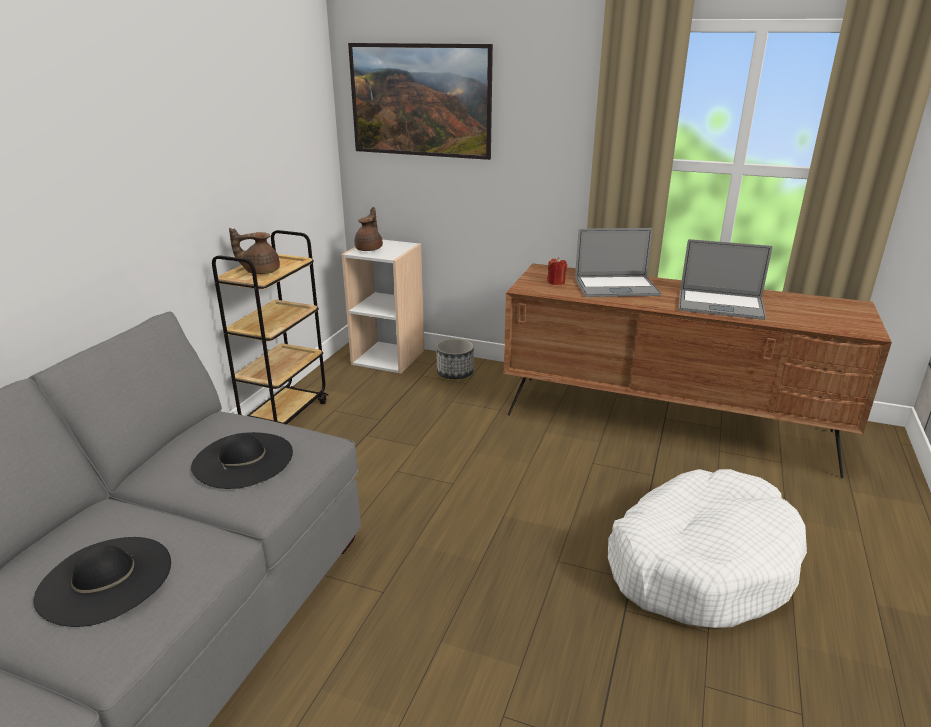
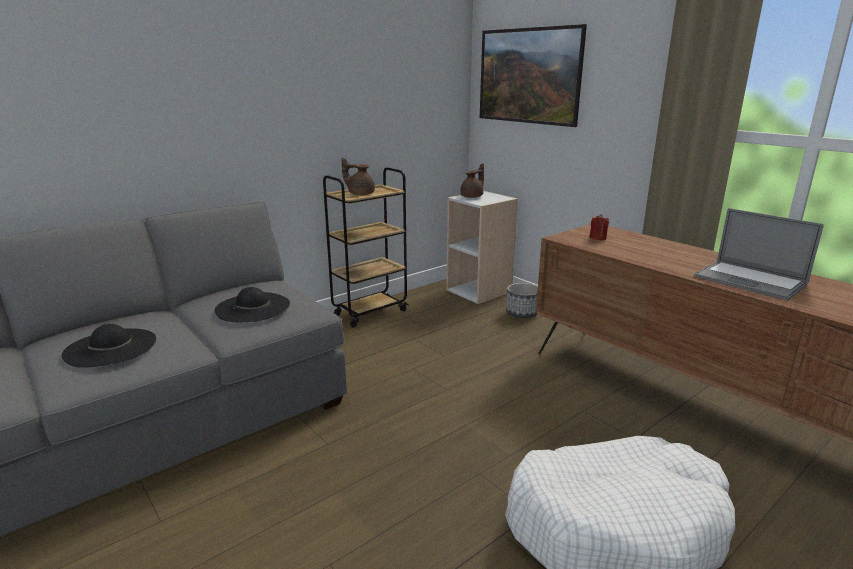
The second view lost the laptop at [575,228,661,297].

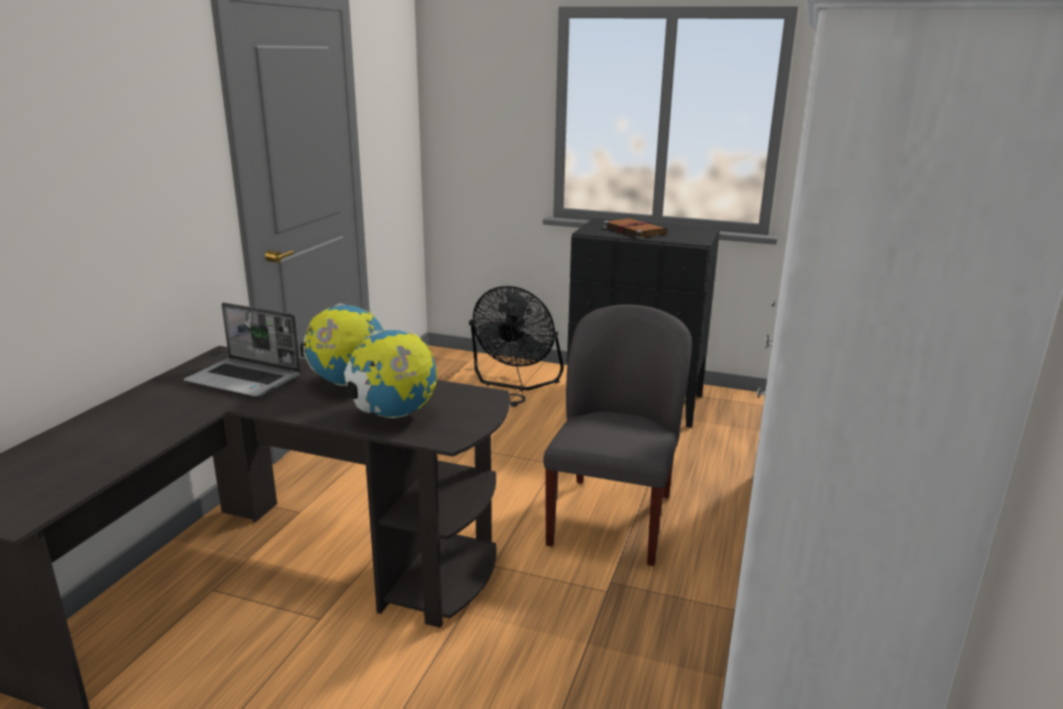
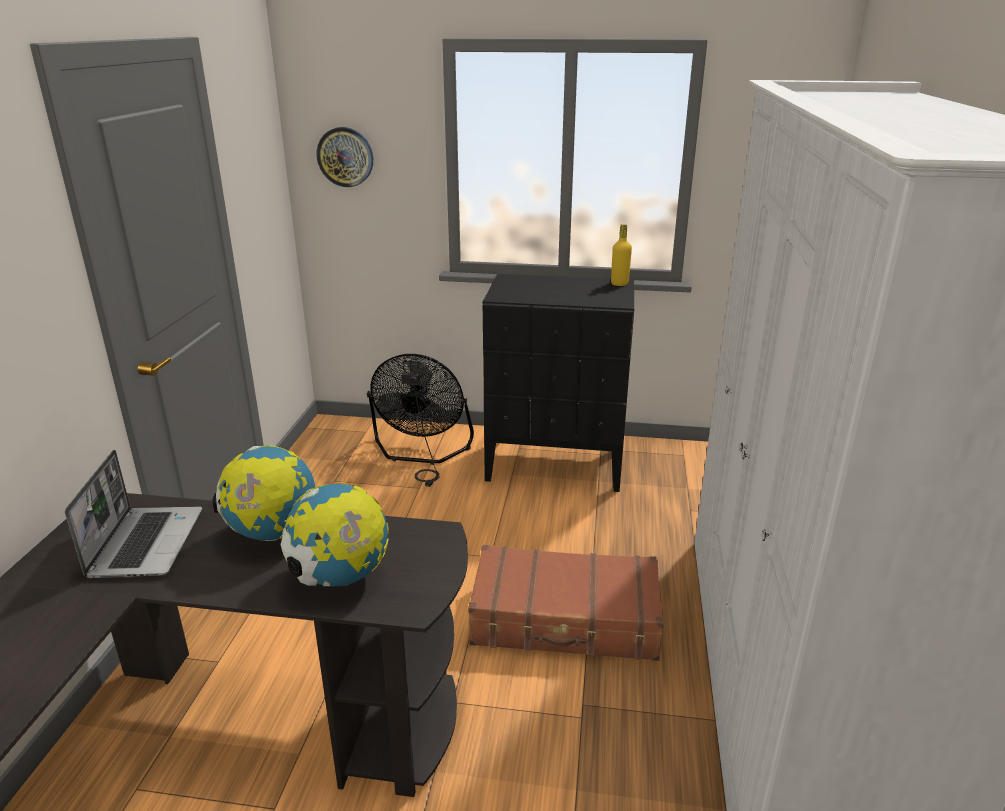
The laptop at [184,303,301,397] ended up facing another way, 105 degrees counterclockwise from before. The second view gained the wall clock at [317,127,373,187]. Where the grey chair stood at [543,304,692,566], the brown suitcase came to stand at [468,545,664,661]. The second view gained the yellow bottle at [611,224,632,286]. The second view lost the brown book at [603,218,668,239].

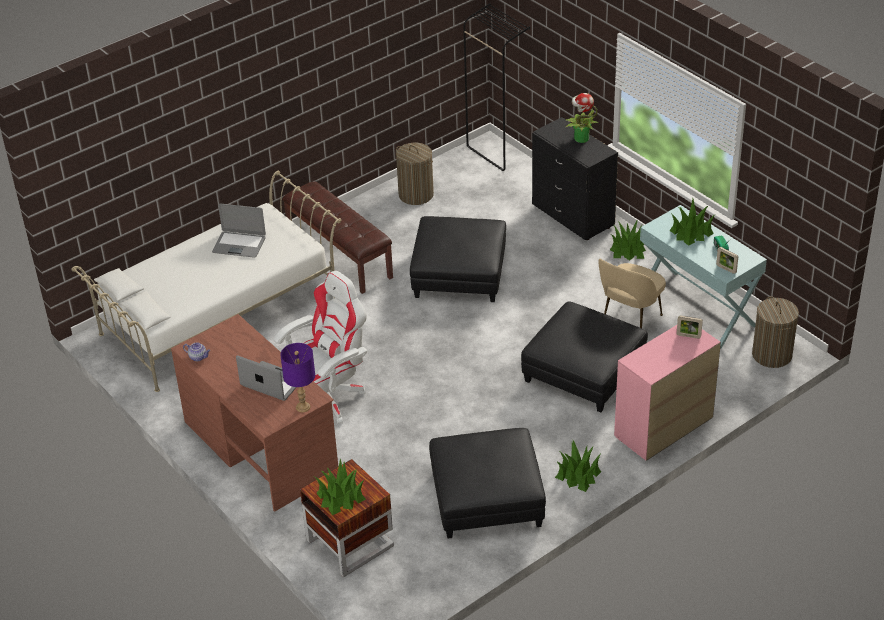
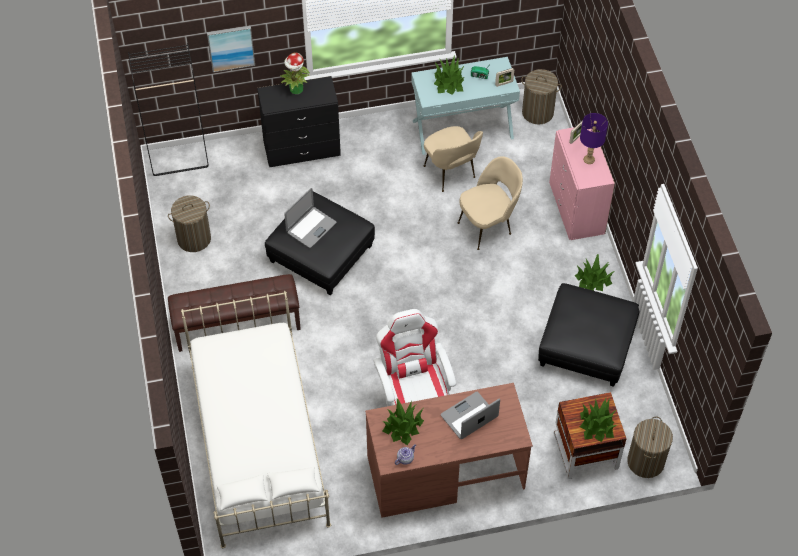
The second view gained the picture at [207,26,255,72]. The laptop ended up elsewhere, having gone from [212,203,266,258] to [284,188,336,248]. The potted plant ended up elsewhere, having gone from [610,219,646,260] to [382,399,424,445]. Where the black ottoman stood at [521,301,648,413], the beige chair came to stand at [458,156,523,250]. The purple table lamp ended up elsewhere, having gone from [280,343,315,412] to [580,113,608,164]. The second view gained the laundry basket at [627,416,673,478].

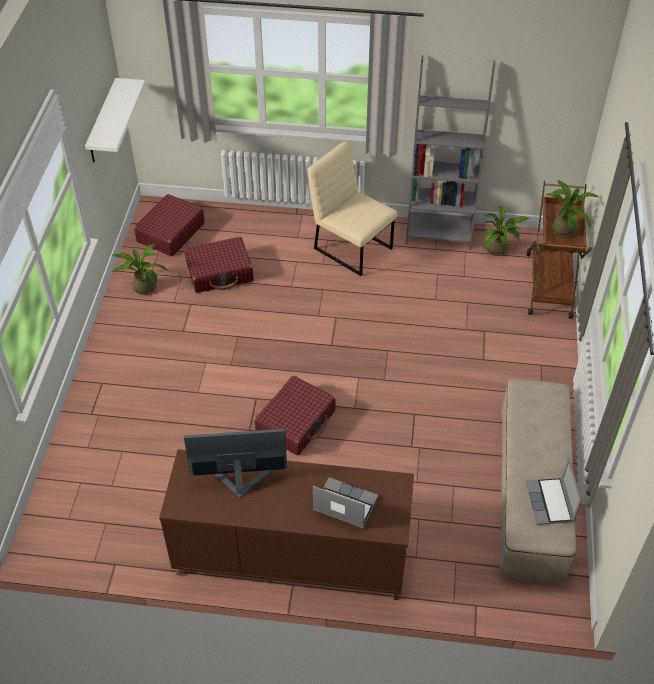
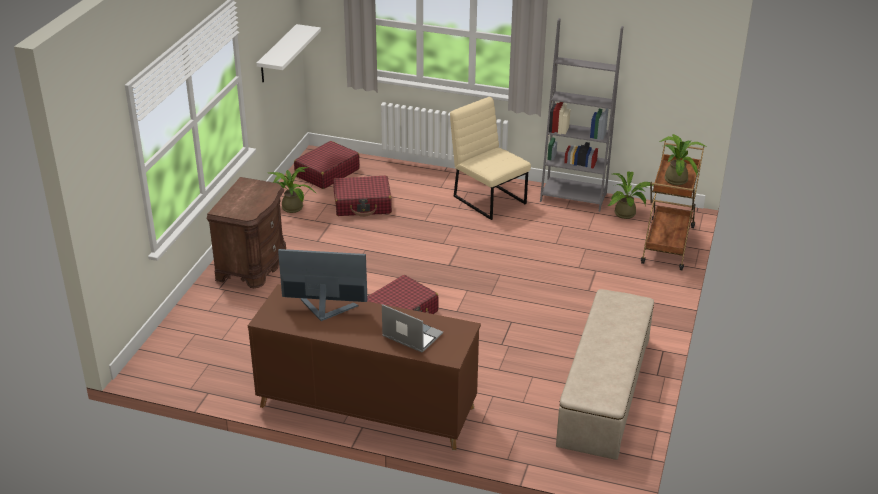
The second view gained the brown nightstand at [207,177,286,288]. The second view lost the laptop at [526,457,582,525].

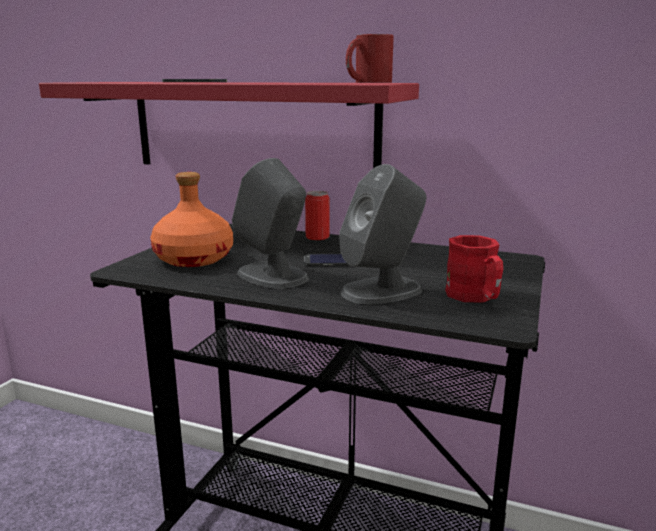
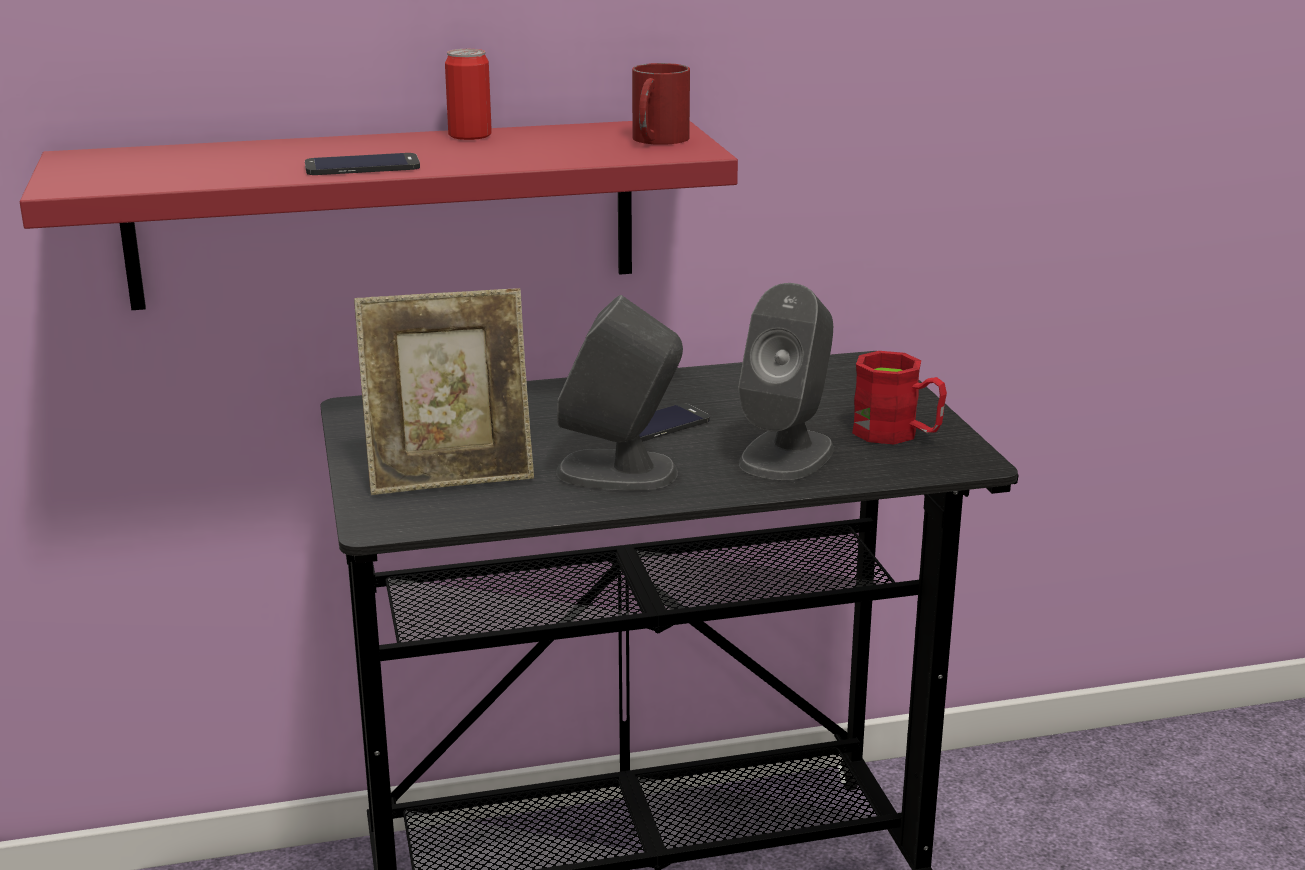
Where the orange bottle stood at [150,172,233,267], the picture frame came to stand at [354,288,534,495]. The can ended up elsewhere, having gone from [305,191,330,240] to [445,49,492,140].

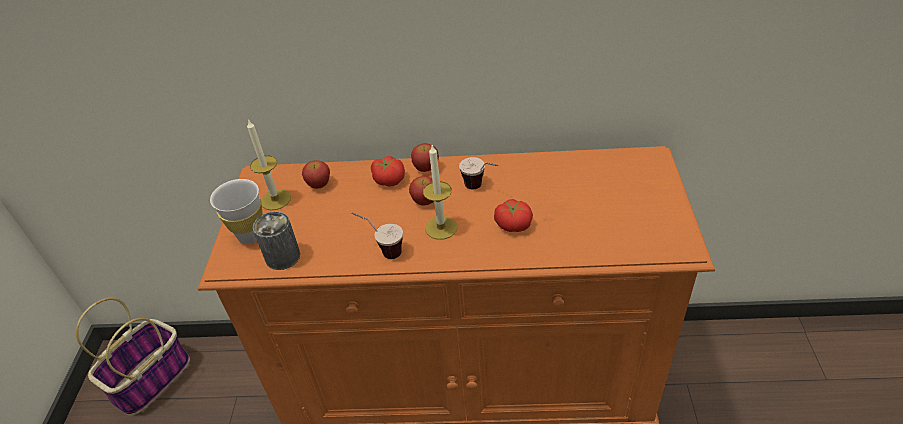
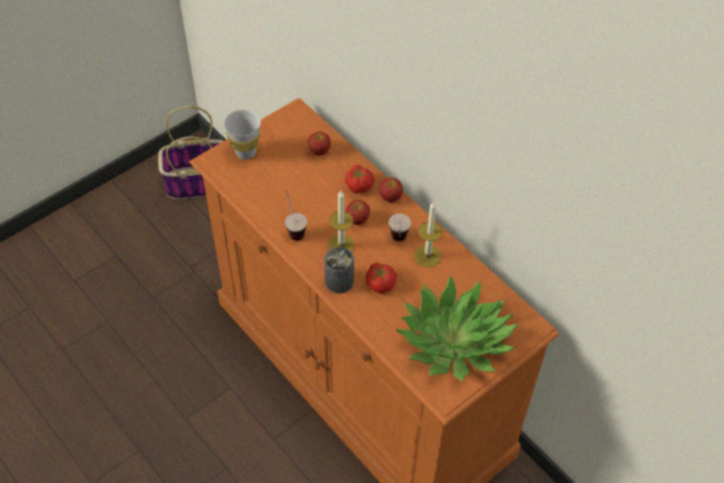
The can ended up elsewhere, having gone from [253,211,300,270] to [324,247,354,294]. The second view gained the potted plant at [395,275,518,381]. The candle ended up elsewhere, having gone from [247,119,291,210] to [414,201,442,267].

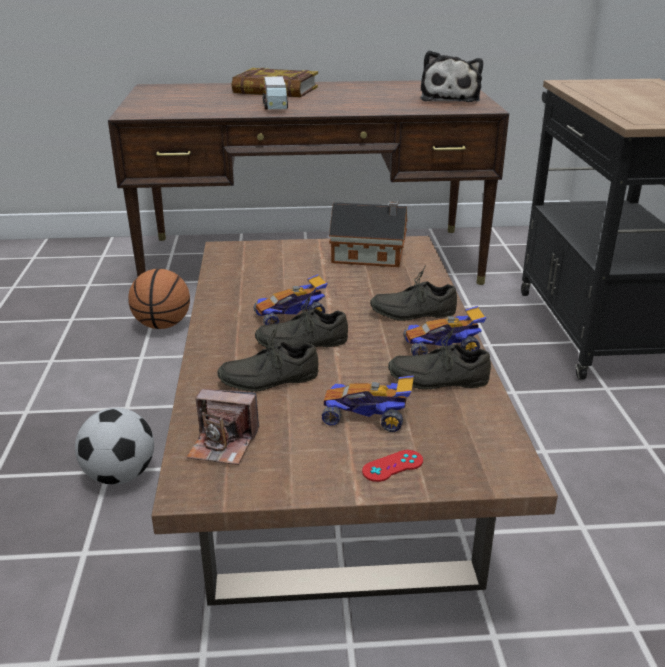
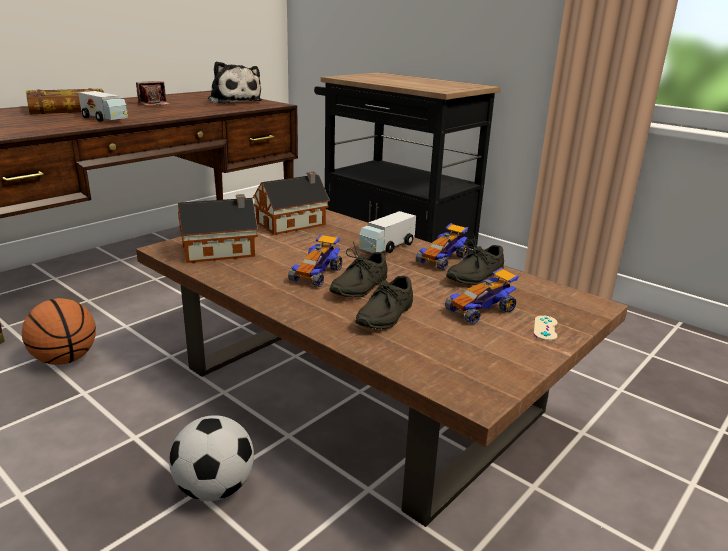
The photo camera ended up elsewhere, having gone from [187,389,259,465] to [136,81,171,106]. The second view gained the toy house at [178,194,258,263]. Where the grey shoe stood at [370,267,457,321], the toy truck came to stand at [359,211,416,253]. What was the red game controller at [362,450,423,482] turned into the beige game controller at [534,315,558,341].

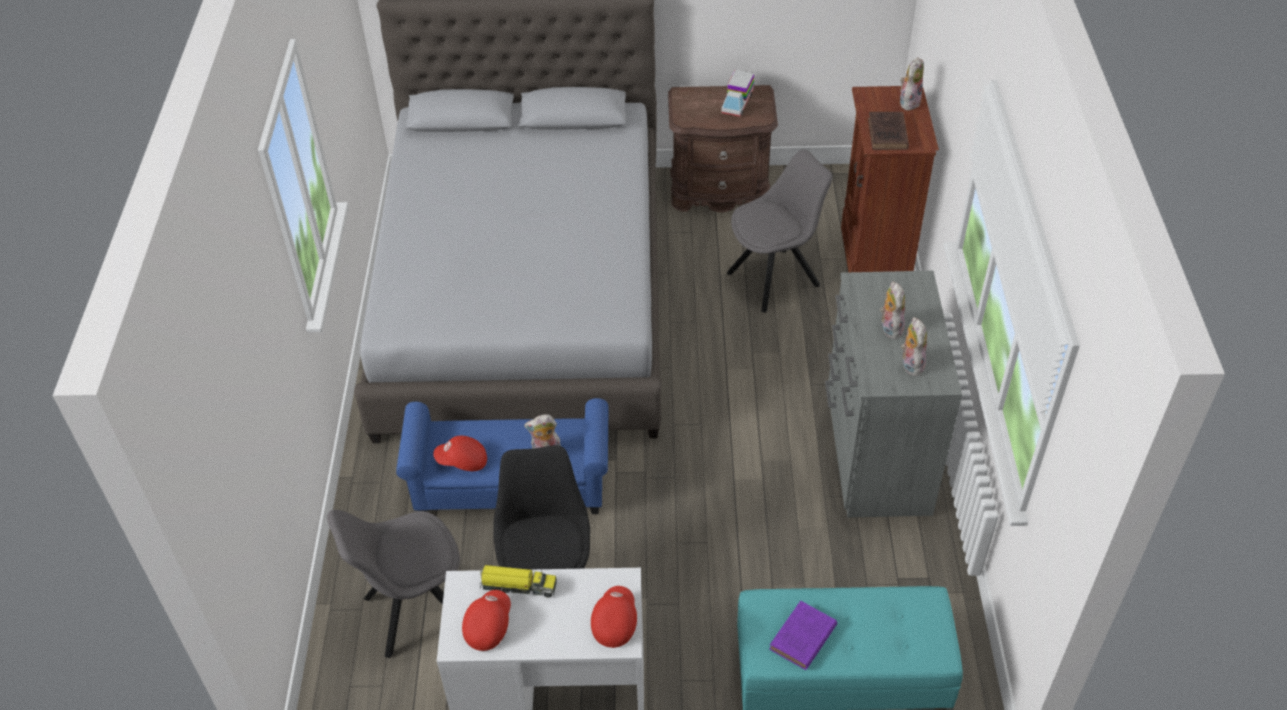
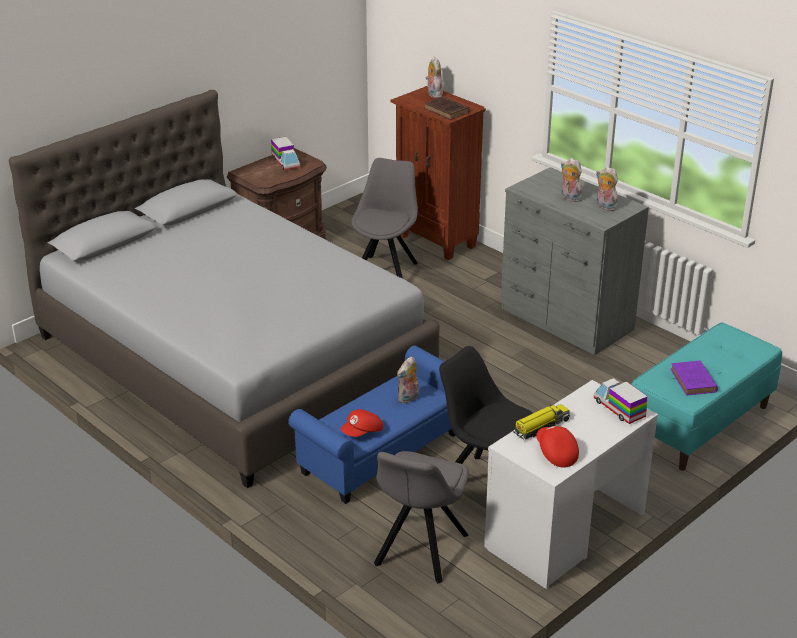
Where the red cap stood at [591,586,637,648], the toy truck came to stand at [594,378,647,424].

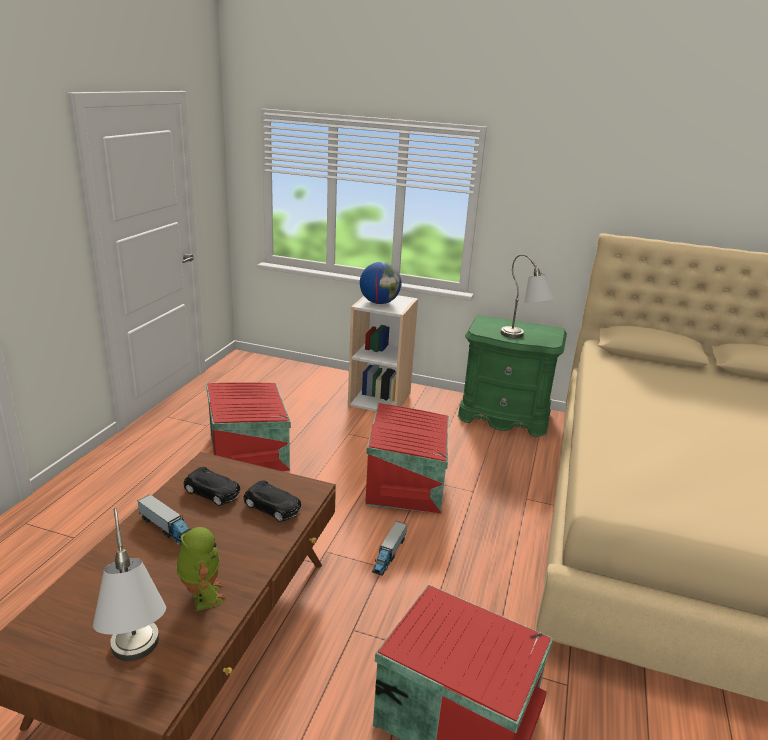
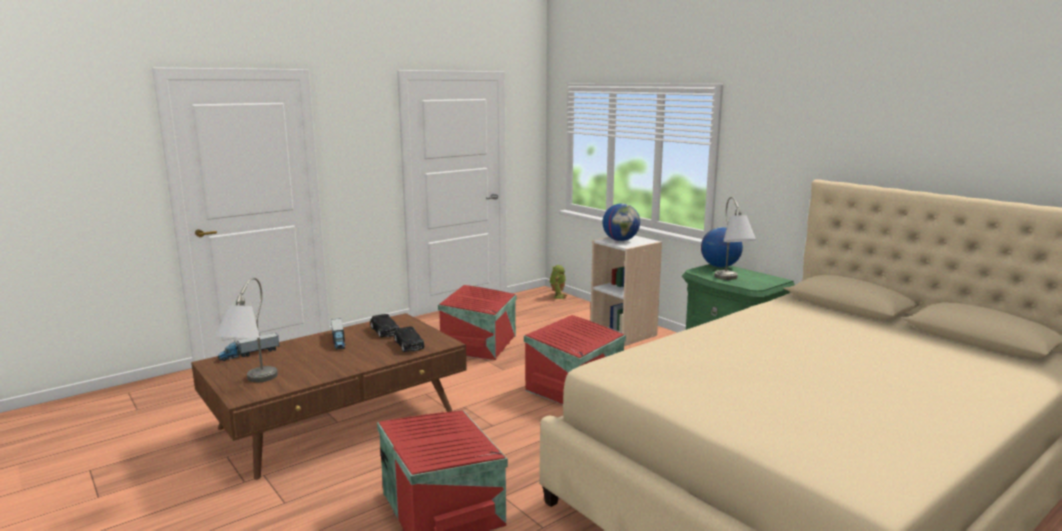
The toy truck ended up elsewhere, having gone from [372,521,407,576] to [218,333,280,361]. The toy robot ended up elsewhere, having gone from [176,527,227,611] to [550,265,567,299]. The second view gained the globe at [701,227,743,268].

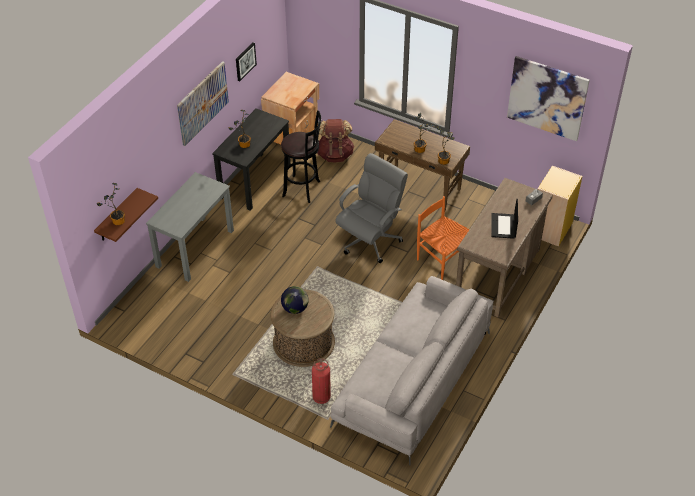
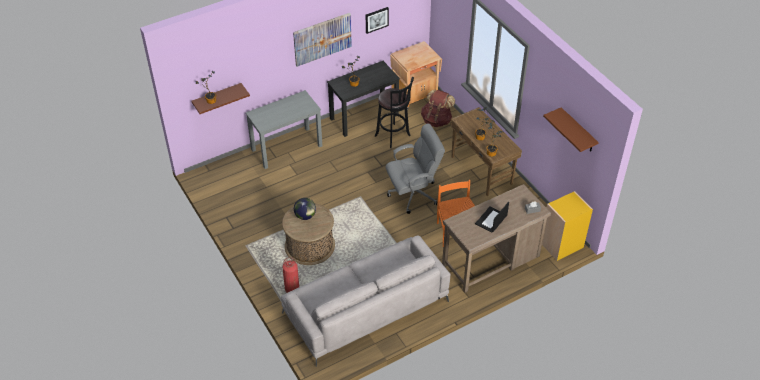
Where the picture hung at [507,56,590,141], the brown shelf came to hang at [543,107,599,152].

